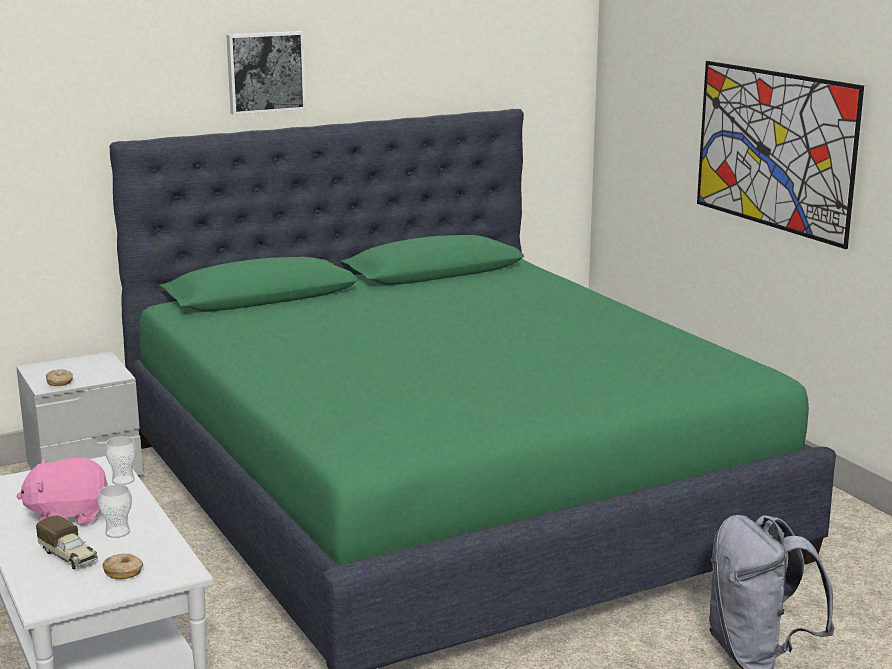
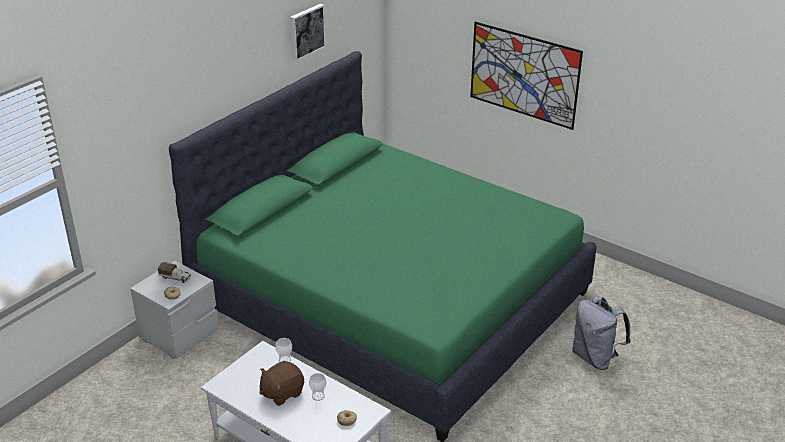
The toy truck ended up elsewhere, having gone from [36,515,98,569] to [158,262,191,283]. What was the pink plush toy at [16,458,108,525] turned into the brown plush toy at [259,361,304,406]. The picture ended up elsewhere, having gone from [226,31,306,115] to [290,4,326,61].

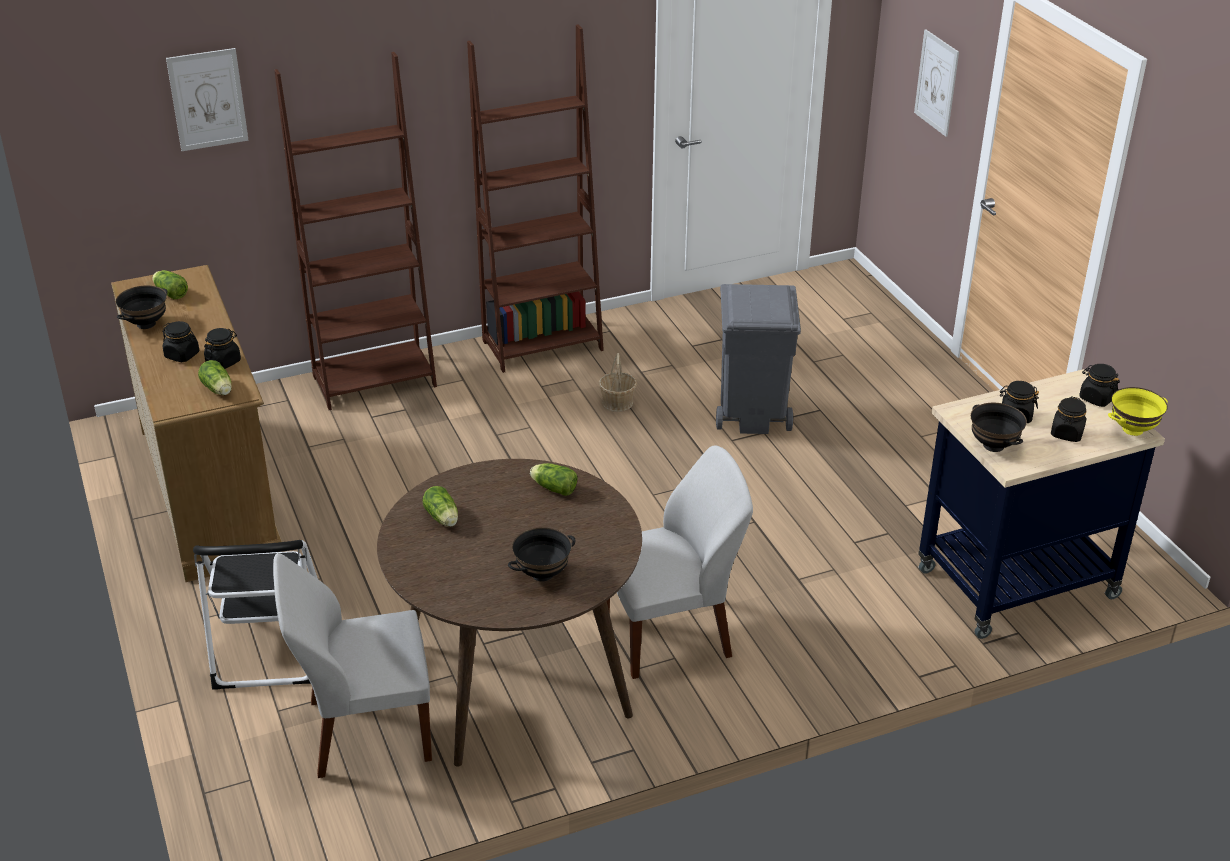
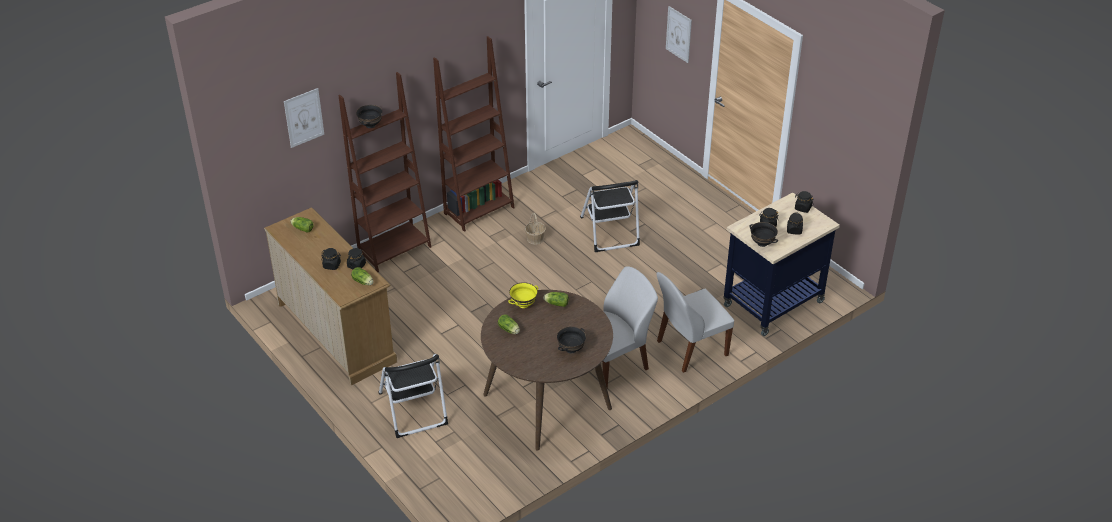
The black bowl ended up elsewhere, having gone from [116,286,167,329] to [356,105,382,128]. The yellow bowl ended up elsewhere, having gone from [1108,387,1168,436] to [508,282,538,308]. Where the grey trash can stood at [716,284,801,434], the step ladder came to stand at [580,180,640,252]. The white chair ended up elsewhere, having gone from [273,553,432,778] to [656,272,734,373].

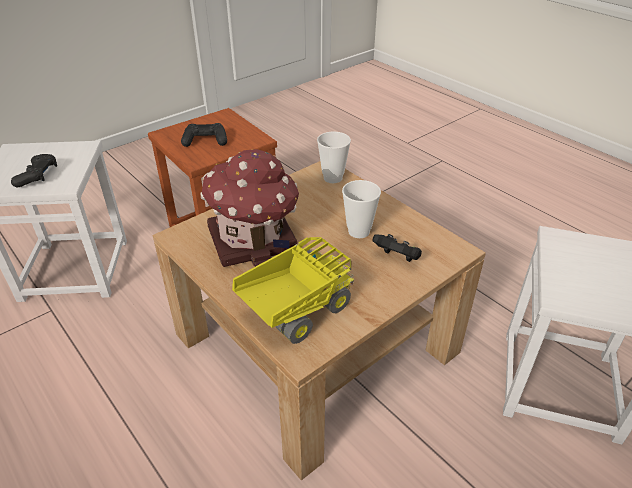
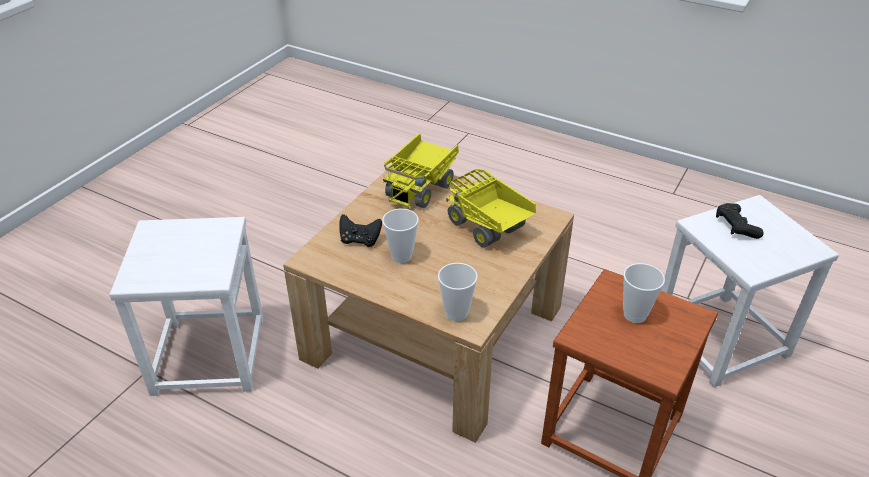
Where the toy house stood at [200,149,299,267], the toy truck came to stand at [446,169,536,248]. Where the black game controller stood at [181,123,227,147], the cup came to stand at [623,263,665,323].

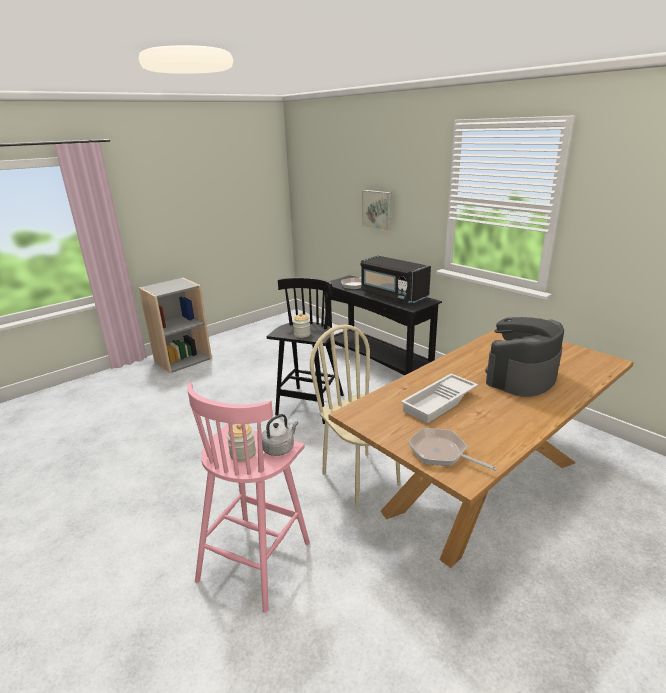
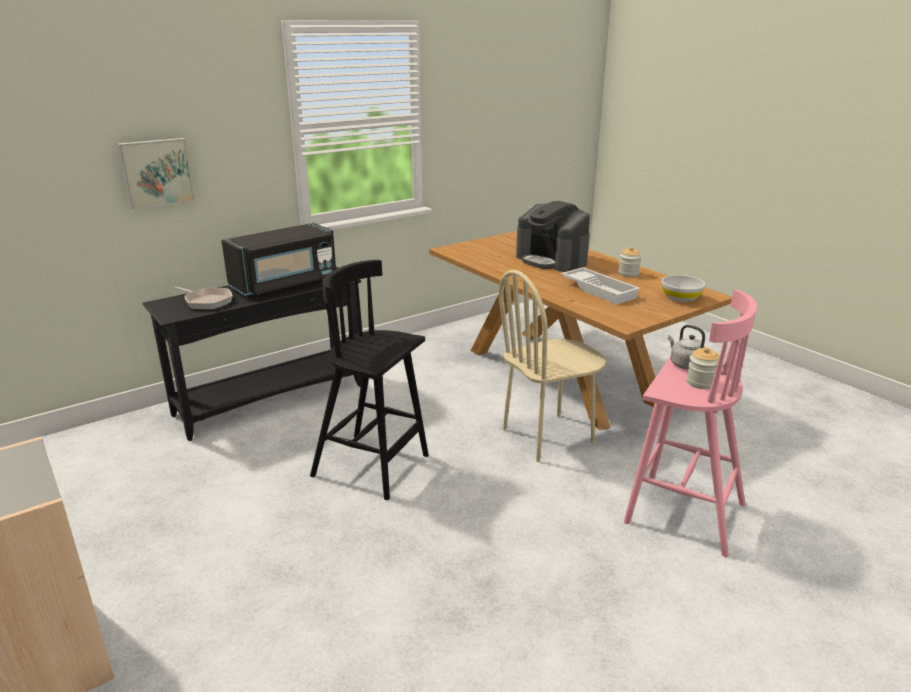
The jar ended up elsewhere, having gone from [293,313,310,338] to [618,247,641,277]. Where the frying pan stood at [408,428,497,471], the white bowl came to stand at [661,275,705,302].

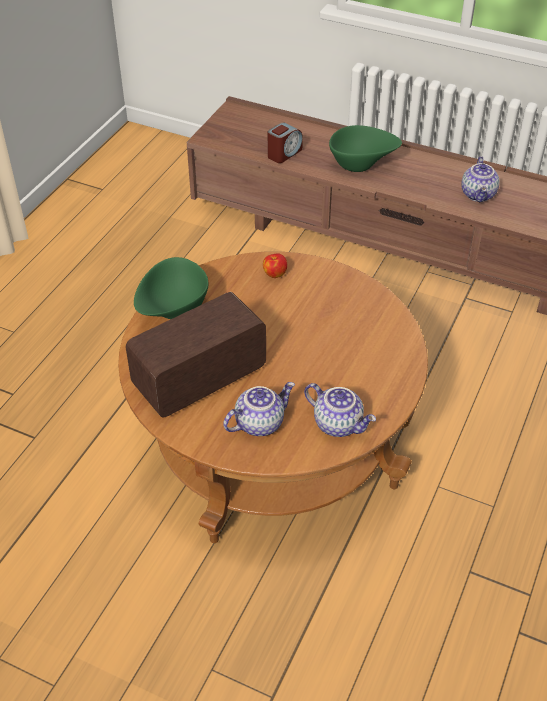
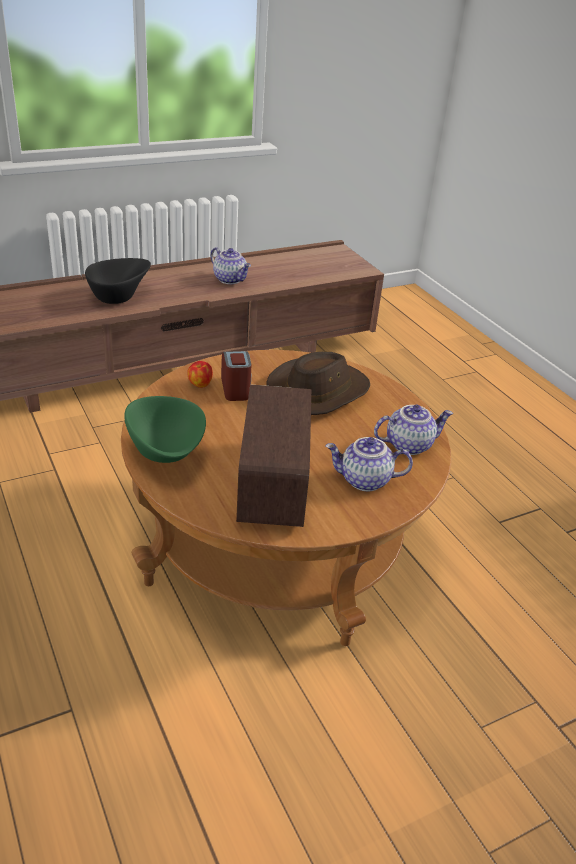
What was the green bowl at [329,125,402,172] turned into the black bowl at [85,258,151,304]. The alarm clock ended up elsewhere, having gone from [268,123,303,163] to [221,351,251,401]. The second view gained the brown hat at [267,352,370,415]. The teapot at [223,382,295,436] ended up facing another way, 90 degrees counterclockwise from before.

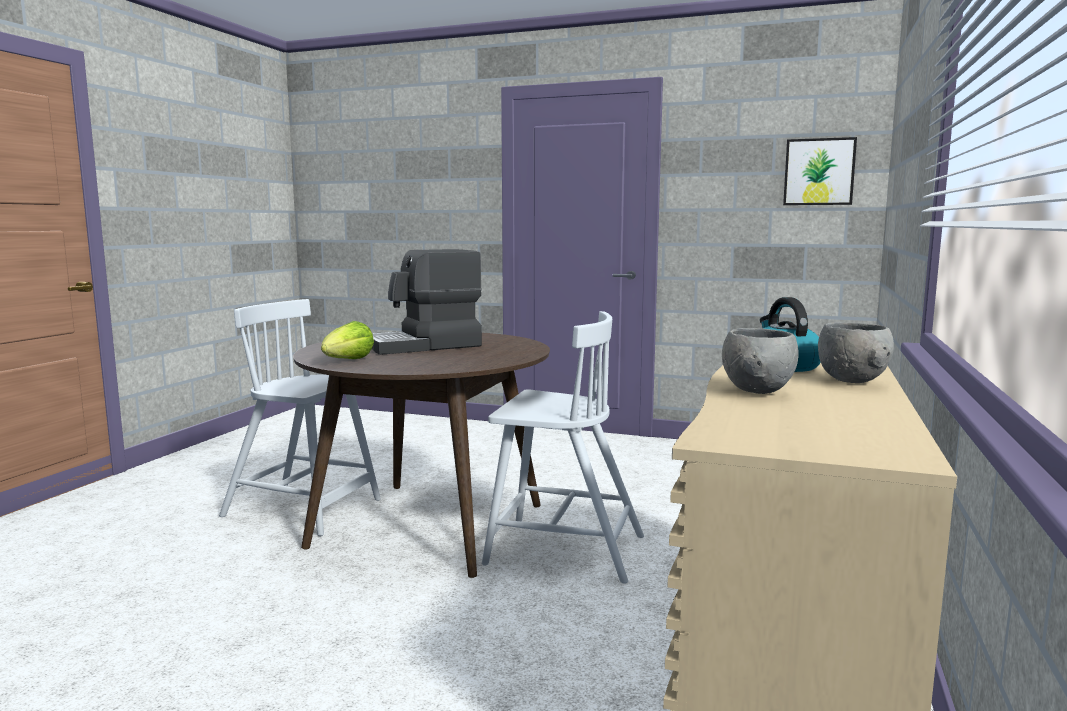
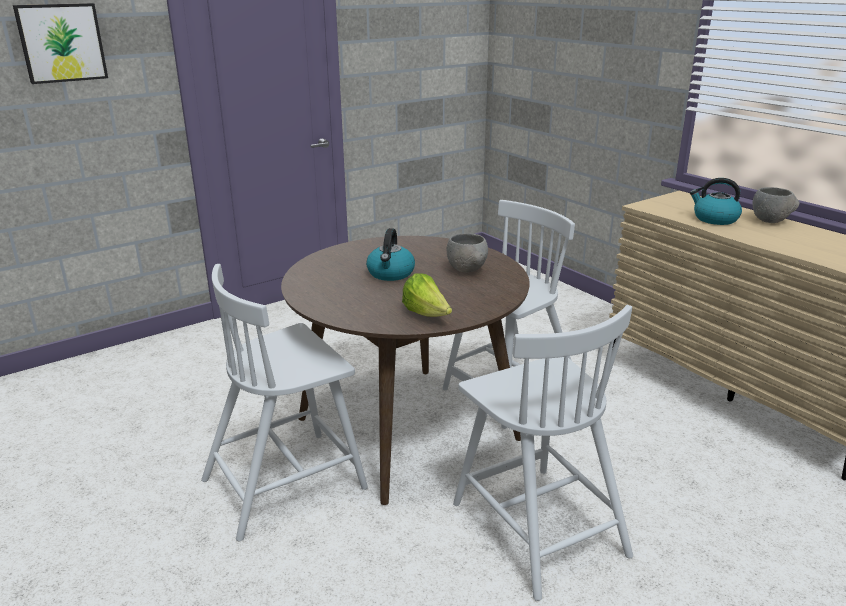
The picture ended up elsewhere, having gone from [783,137,857,205] to [13,3,108,84]. Where the coffee machine stood at [372,249,482,355], the kettle came to stand at [366,228,415,281]. The grey bowl ended up elsewhere, having gone from [722,328,799,394] to [446,233,488,272]. The second view gained the white chair at [453,305,633,601].

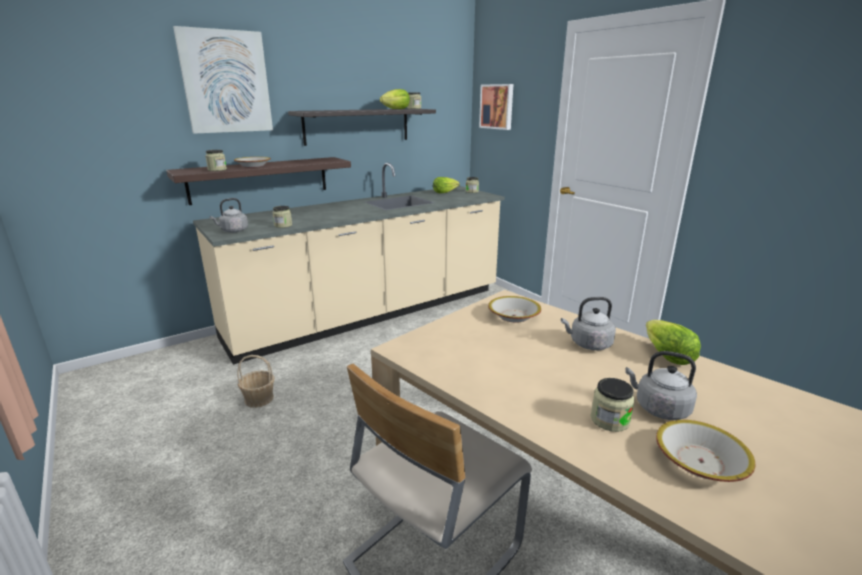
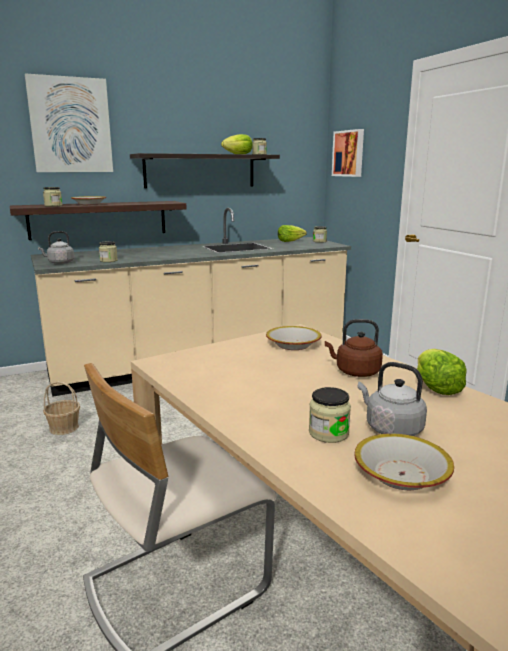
What was the grey kettle at [561,297,616,350] turned into the brown kettle at [325,319,383,377].

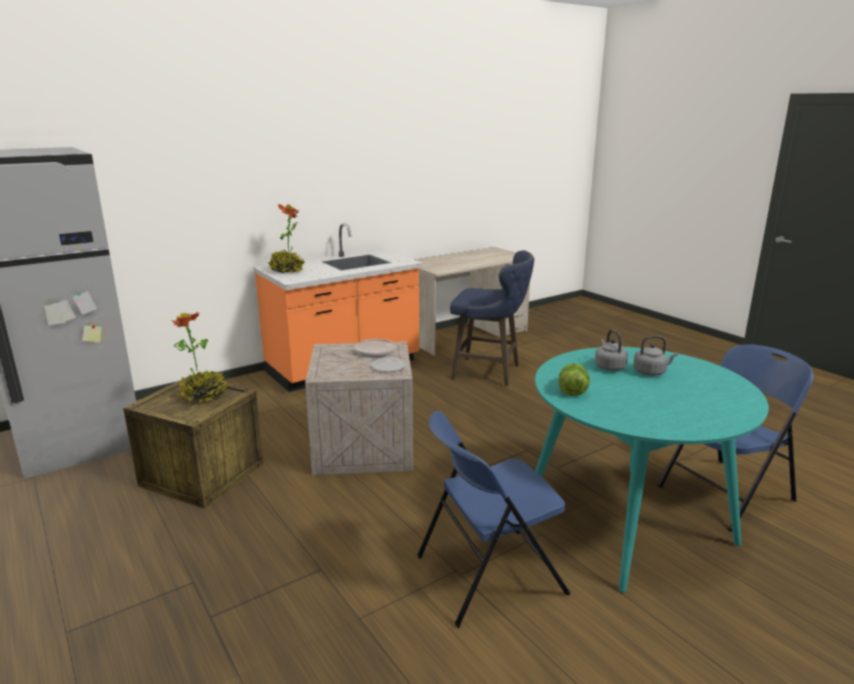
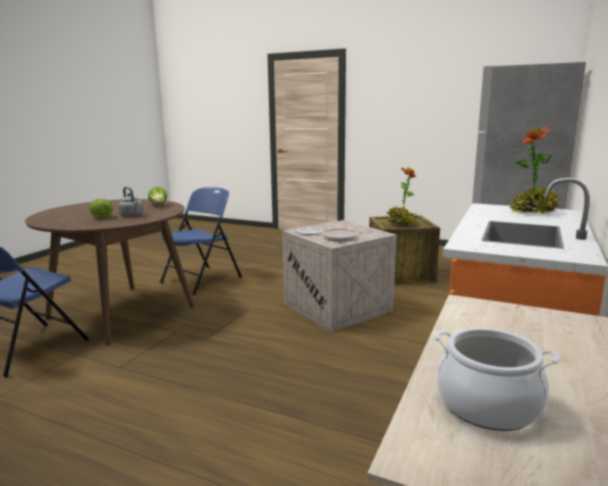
What was the turquoise dining table at [535,347,769,593] turned into the brown dining table at [25,199,194,346]. Where the grey kettle stood at [633,336,678,376], the lettuce came to stand at [89,199,113,219]. The second view gained the cooking pot at [434,328,560,431]. The second view lost the blue stool at [450,250,534,386].

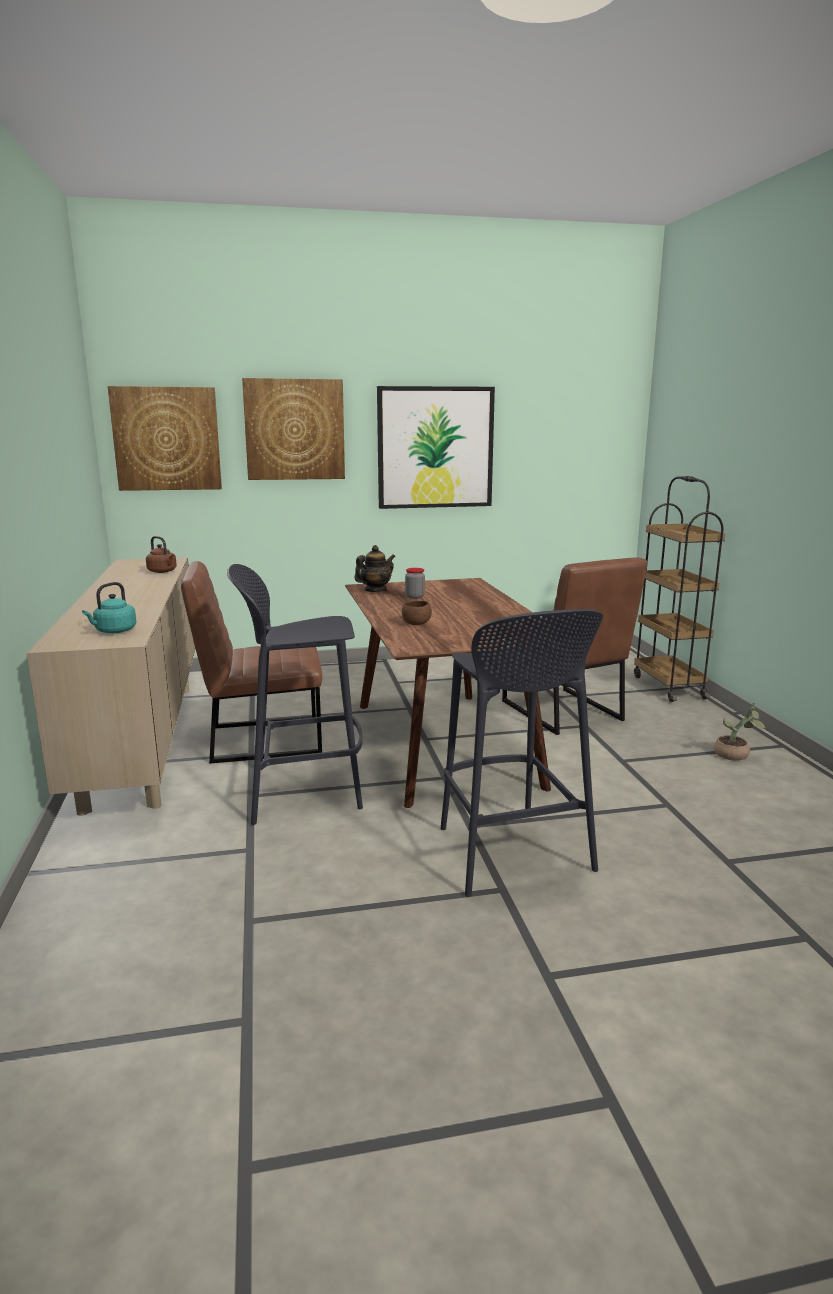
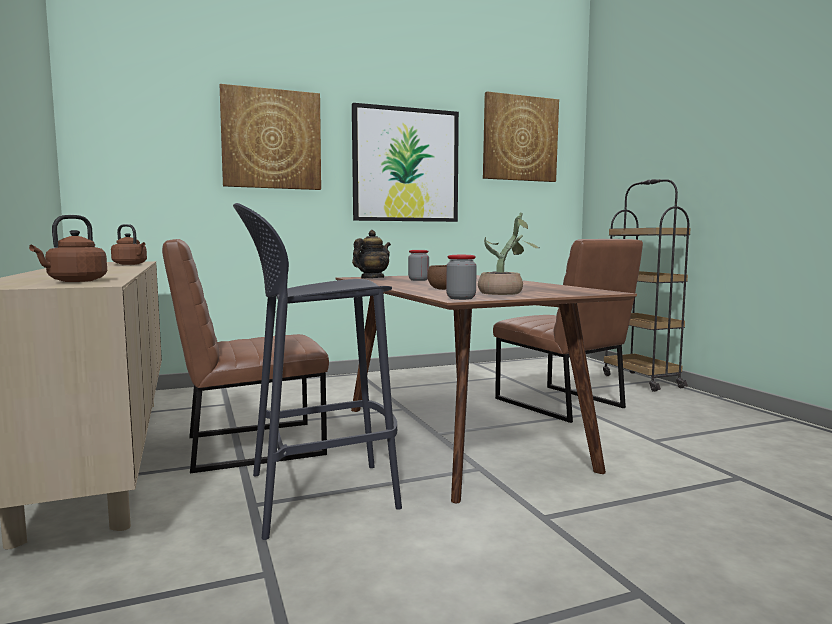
What was the turquoise kettle at [82,582,136,633] turned into the brown kettle at [29,215,107,282]. The second view gained the jar at [446,255,477,300]. The potted plant ended up elsewhere, having gone from [714,702,767,761] to [478,213,539,295]. The picture ended up elsewhere, having gone from [108,386,222,491] to [483,92,559,182]. The second view lost the grey stool at [441,609,603,897].

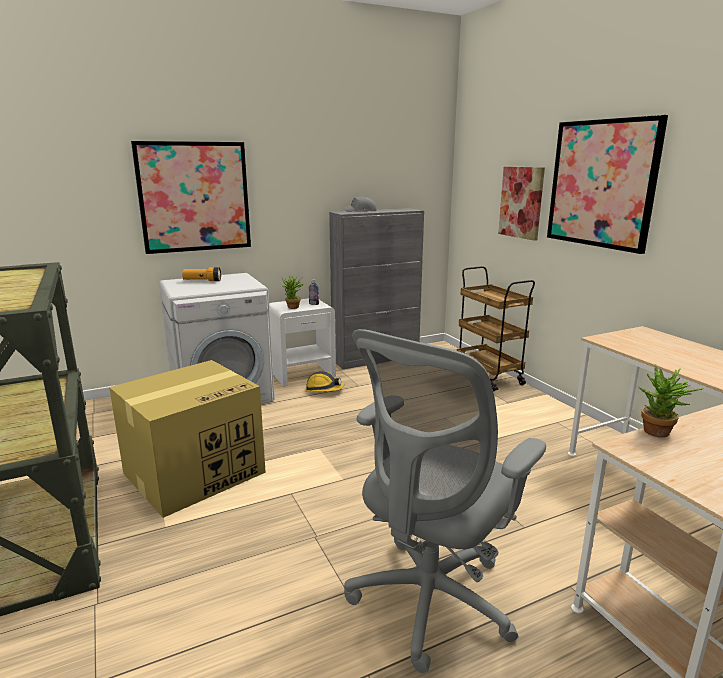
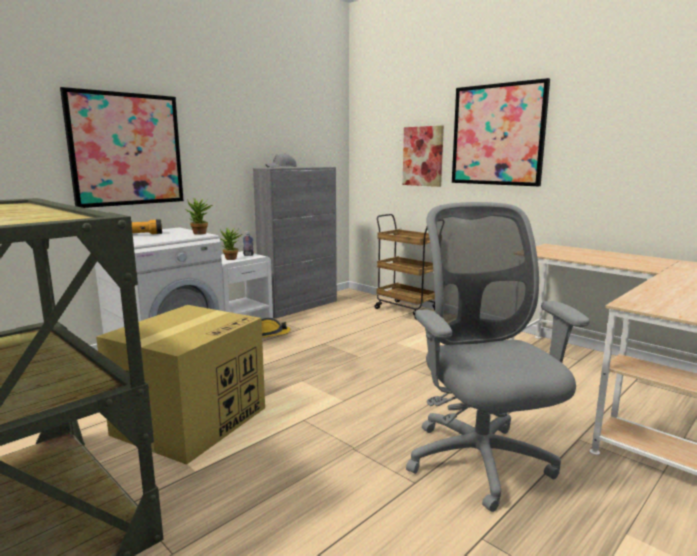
The potted plant ended up elsewhere, having gone from [639,364,703,438] to [185,198,213,235]. The grey office chair at [344,329,546,673] ended up facing another way, 150 degrees clockwise from before.

